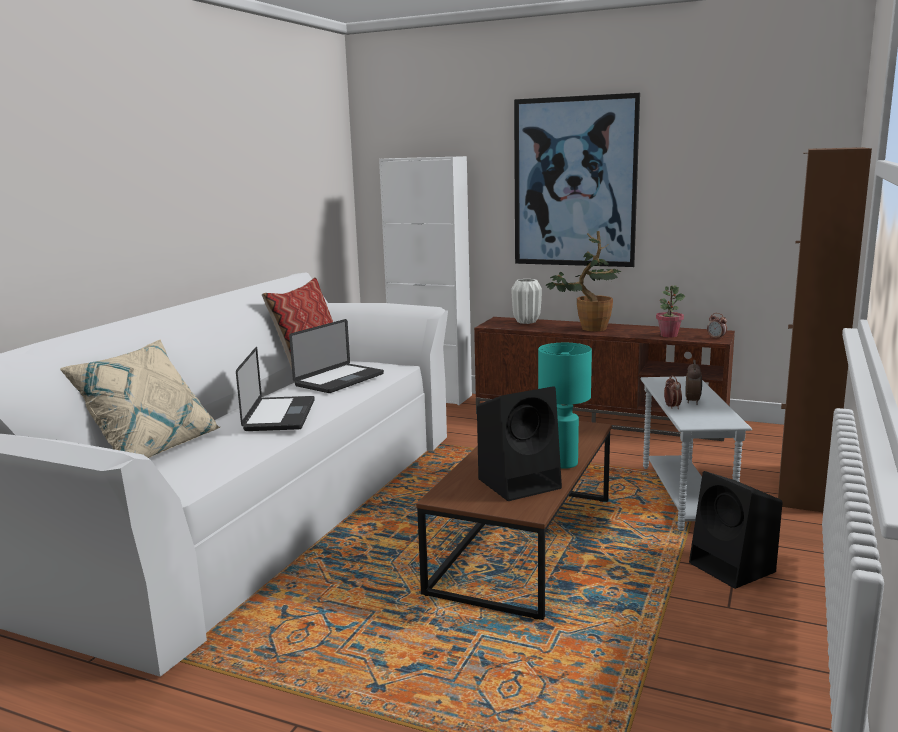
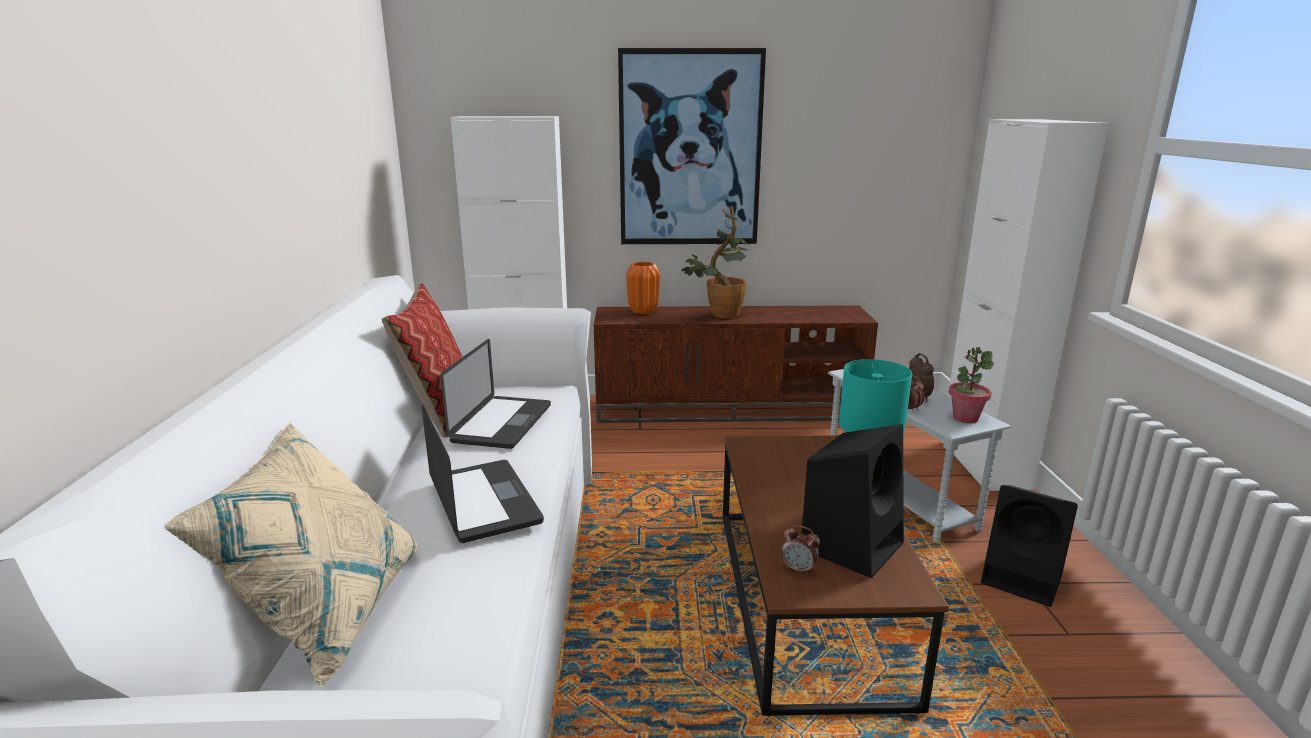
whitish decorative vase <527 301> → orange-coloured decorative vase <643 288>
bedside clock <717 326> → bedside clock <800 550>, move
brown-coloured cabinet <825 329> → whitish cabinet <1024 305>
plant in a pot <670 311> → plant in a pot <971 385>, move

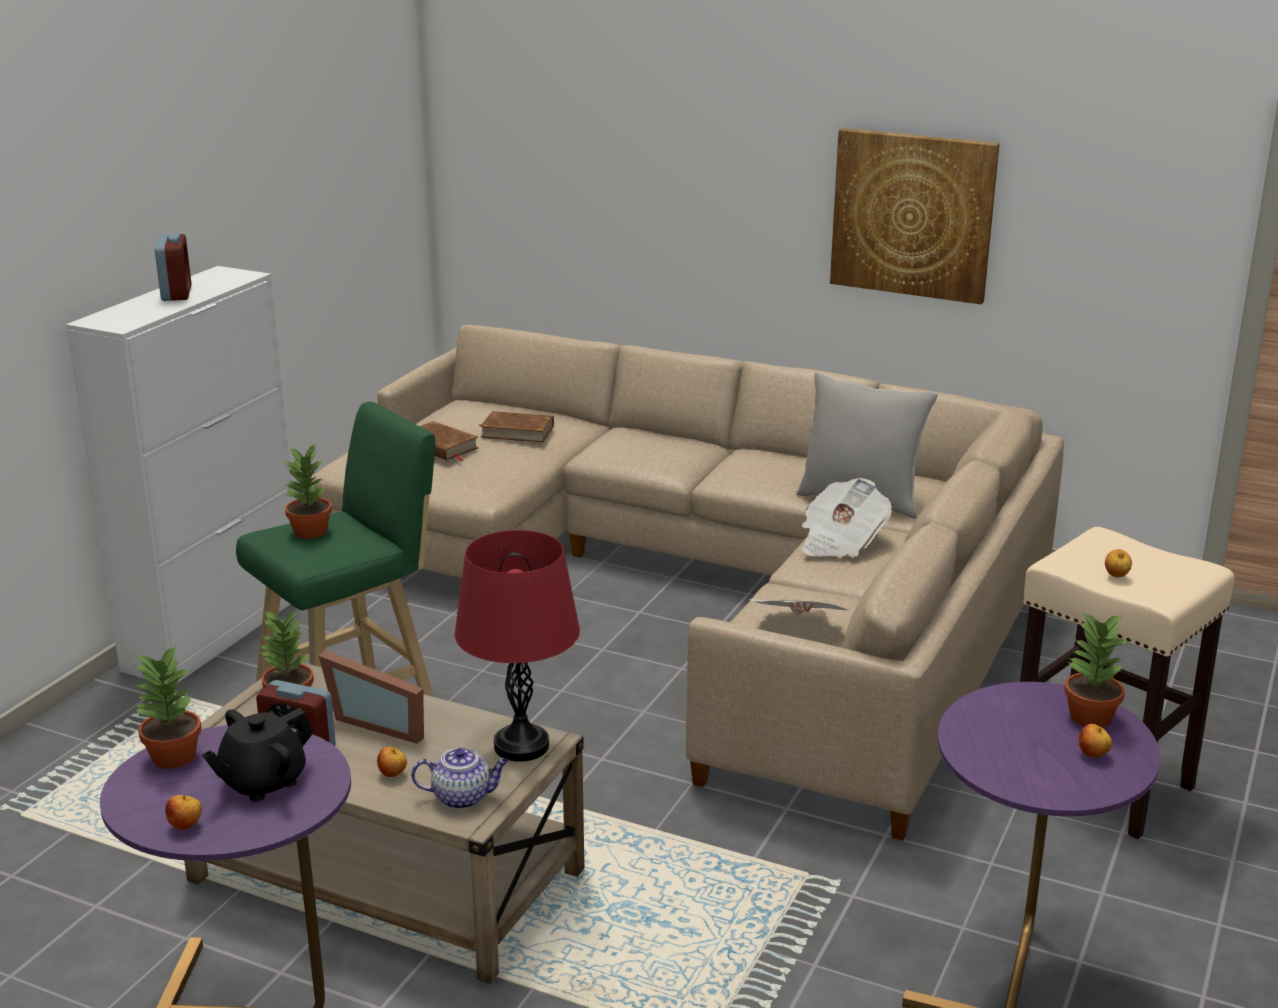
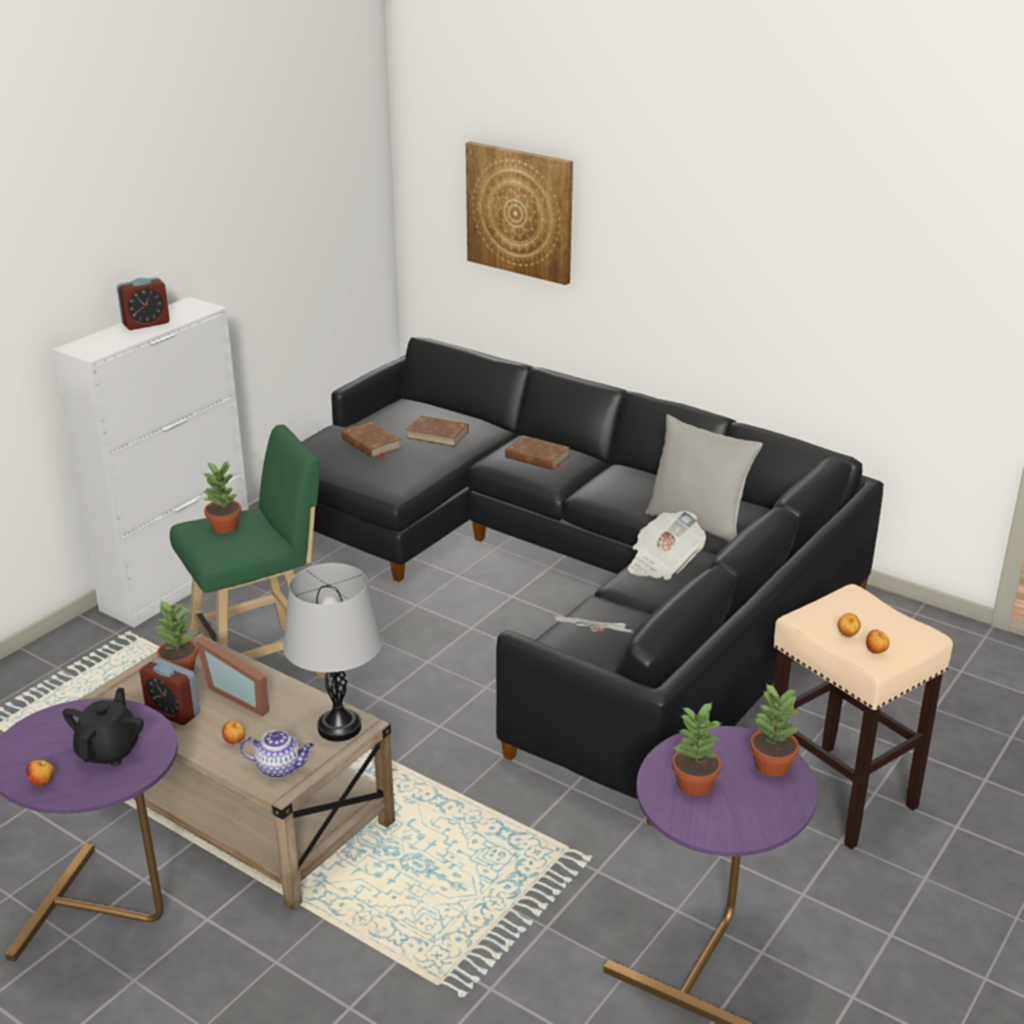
blackish pot for tea <258 755> → blackish pot for tea <103 727>, 135 degrees clockwise
bedside clock <173 267> → bedside clock <143 303>, 60 degrees clockwise
red-coloured lamp for a table <517 646> → gray lamp for a table <332 652>
beige-coloured settee <687 583> → blackish settee <592 582>
wall art <915 216> → wall art <519 213>, move
- → brown-coloured bound book <537 452>
plant in a pot <168 707> → plant in a pot <697 749>, move
whole apple <1095 740> → whole apple <878 642>, move

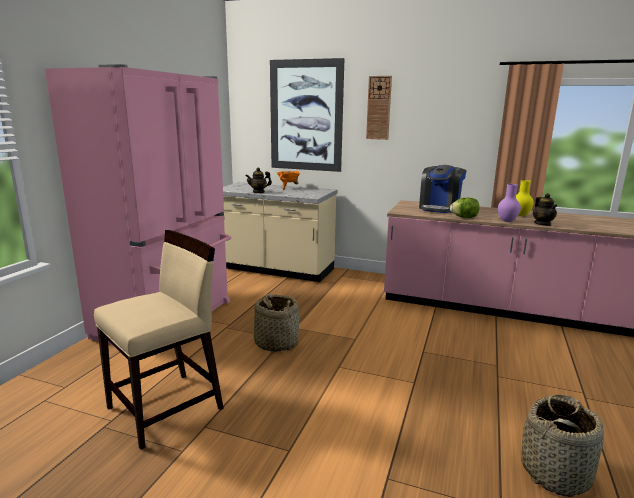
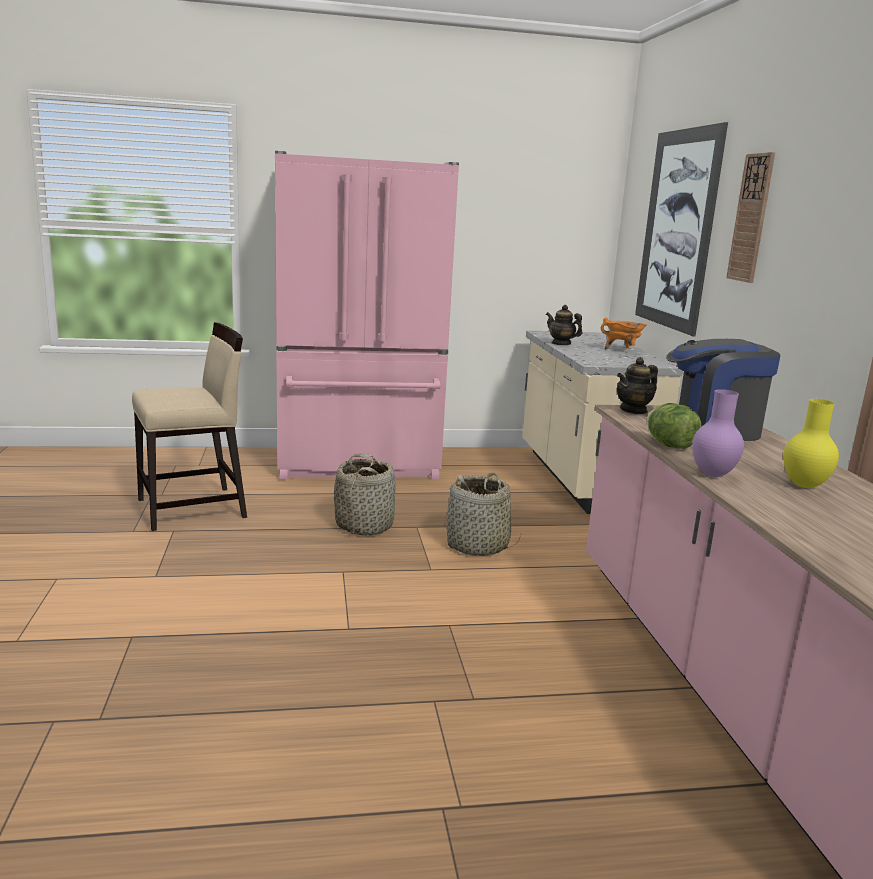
beige-coloured chair <159 340> → beige-coloured chair <189 426>, 45 degrees counterclockwise
basket <562 445> → basket <482 514>, move
pot for tea <545 209> → pot for tea <637 385>, move

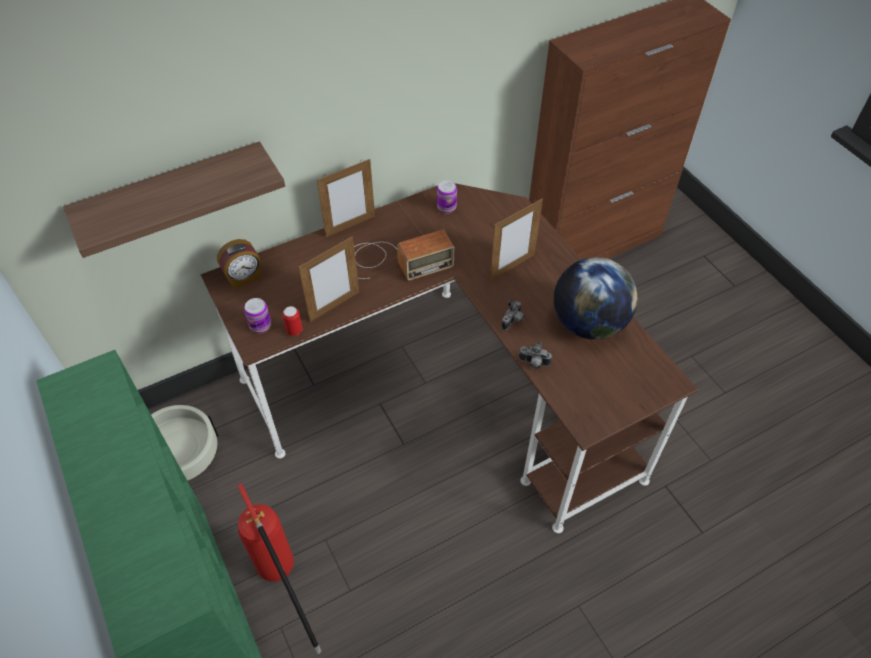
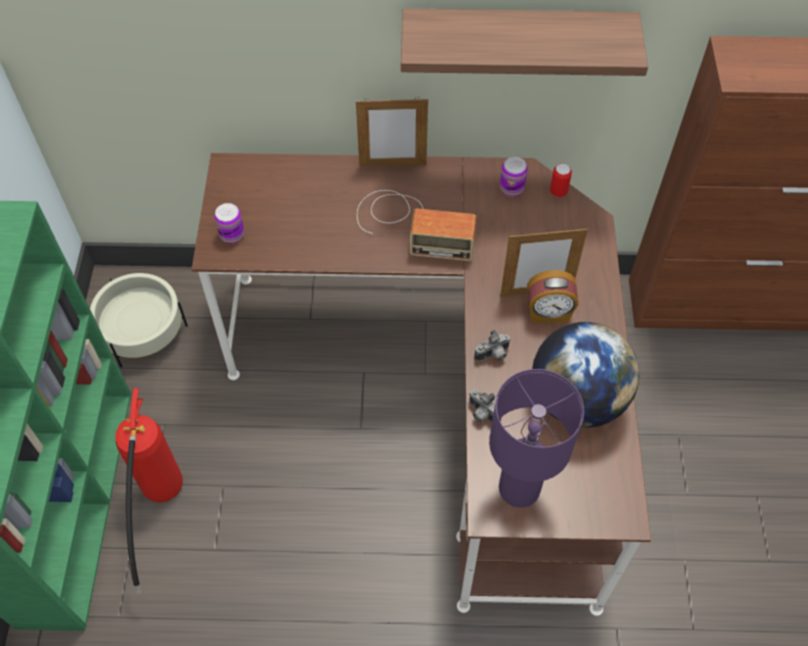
bracket shelf <174 199> → bracket shelf <524 42>, move
- → purple-coloured lamp for a table <536 438>
bedside clock <239 264> → bedside clock <552 296>, move
sealed can <292 321> → sealed can <561 180>, move
standing frame <328 279> → -

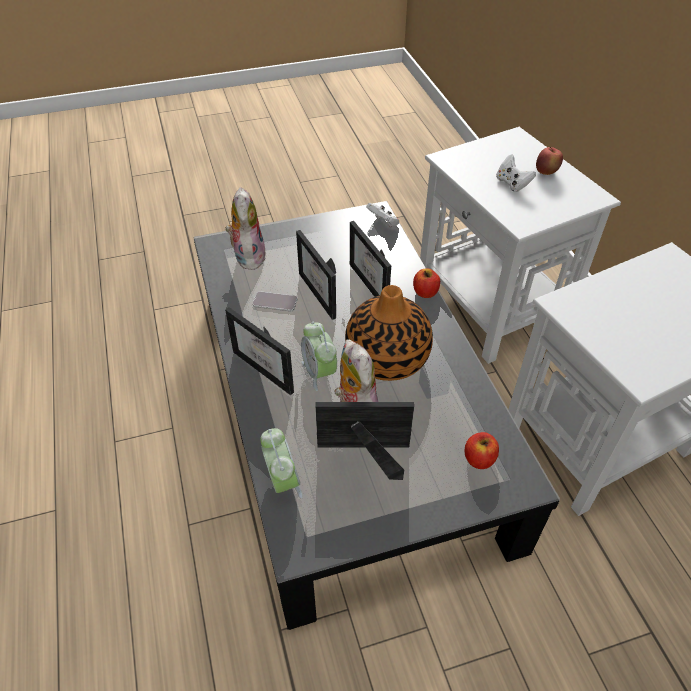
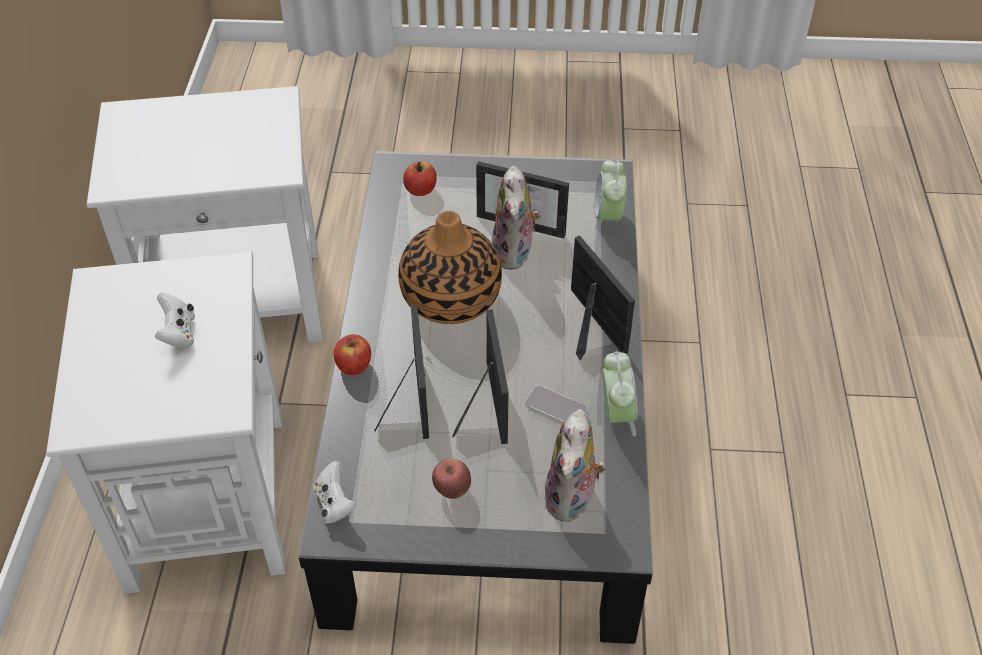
whole apple <549 161> → whole apple <451 478>, move
bedside clock <319 356> → bedside clock <620 394>, move

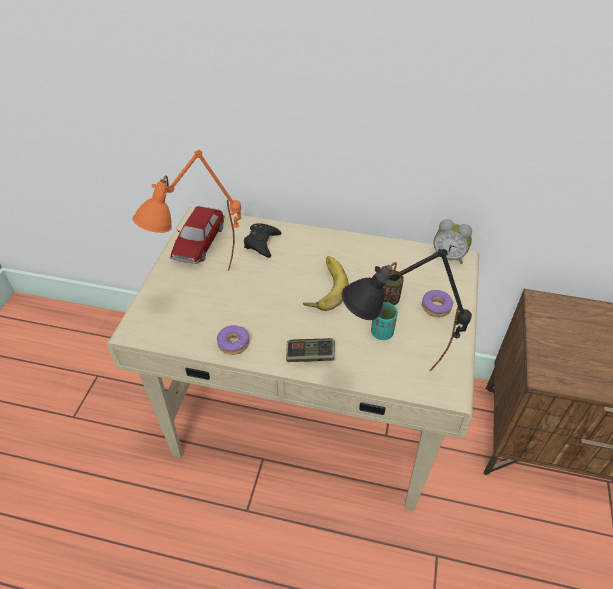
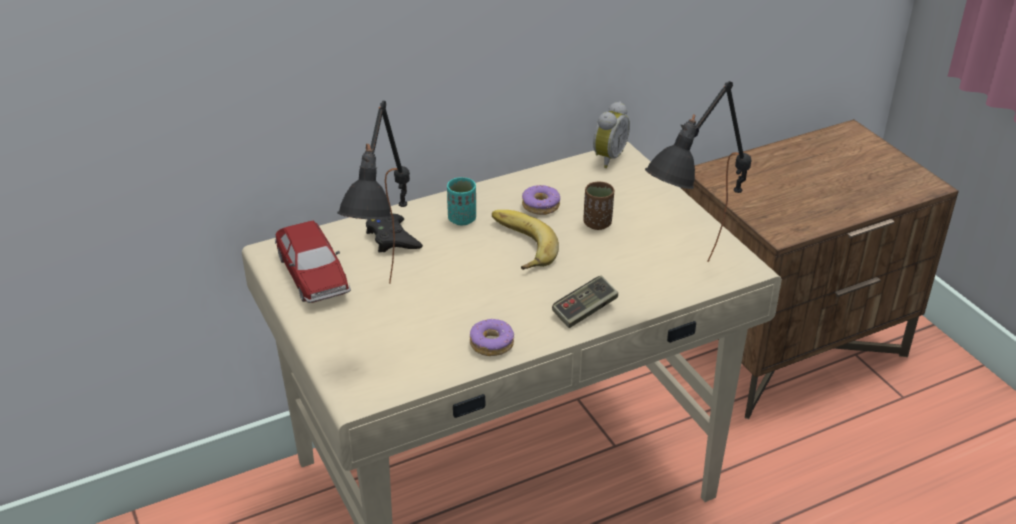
orange-coloured lamp for a table <186 210> → blackish lamp for a table <373 192>
blue-green small cup <384 321> → blue-green small cup <461 201>, move
doughnut <438 303> → doughnut <541 200>, move
bedside clock <452 241> → bedside clock <611 134>, 45 degrees counterclockwise

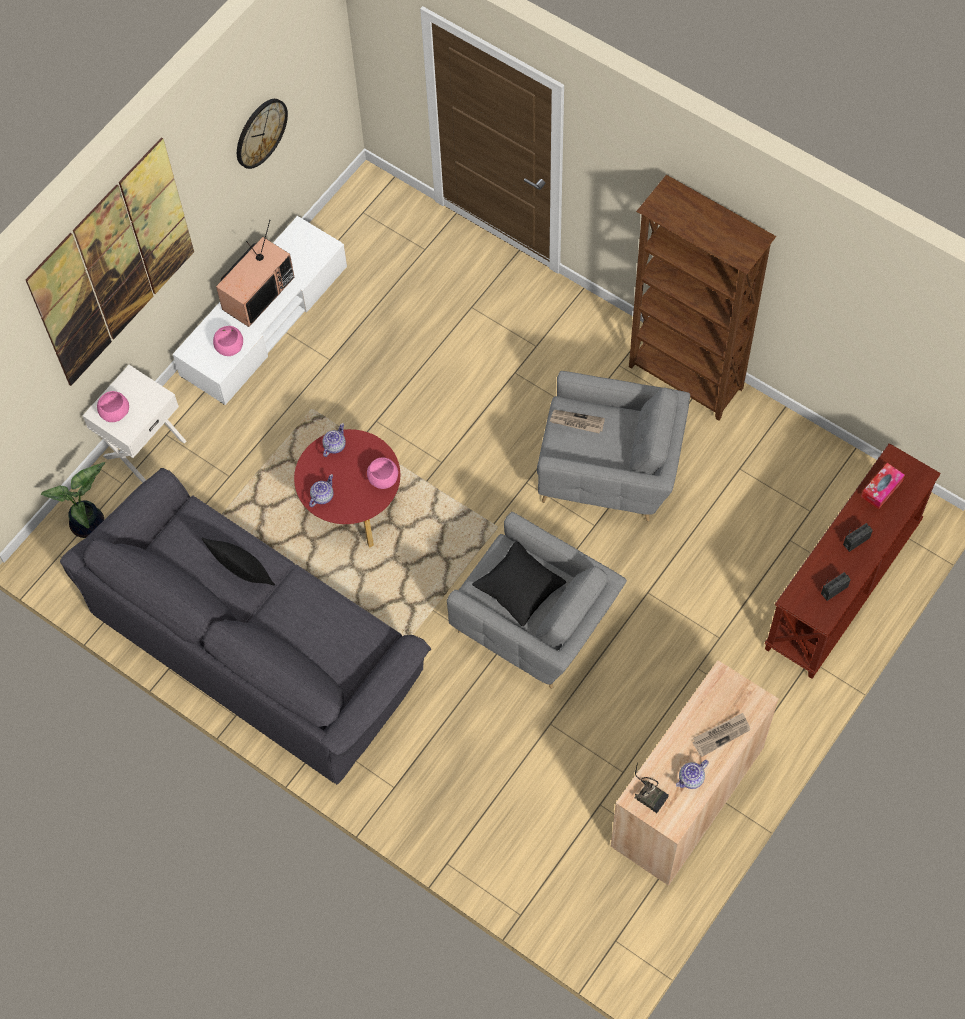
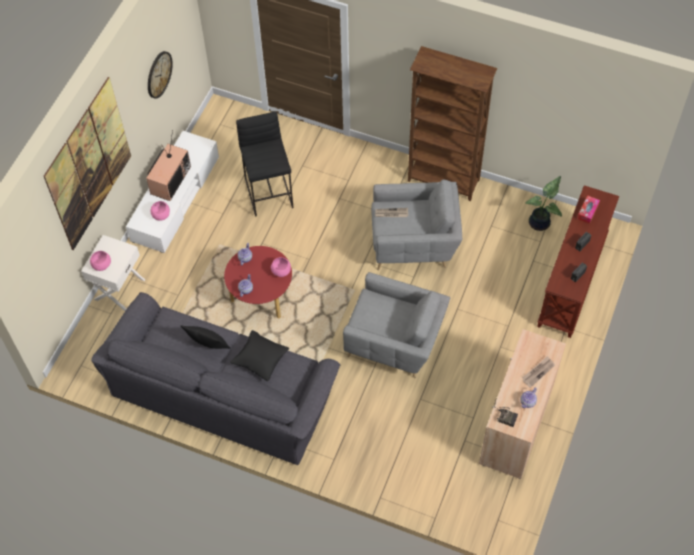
blackish cushion <519 583> → blackish cushion <259 355>, move
- → blackish stool <264 164>
plant in a pot <73 500> → plant in a pot <543 203>, move

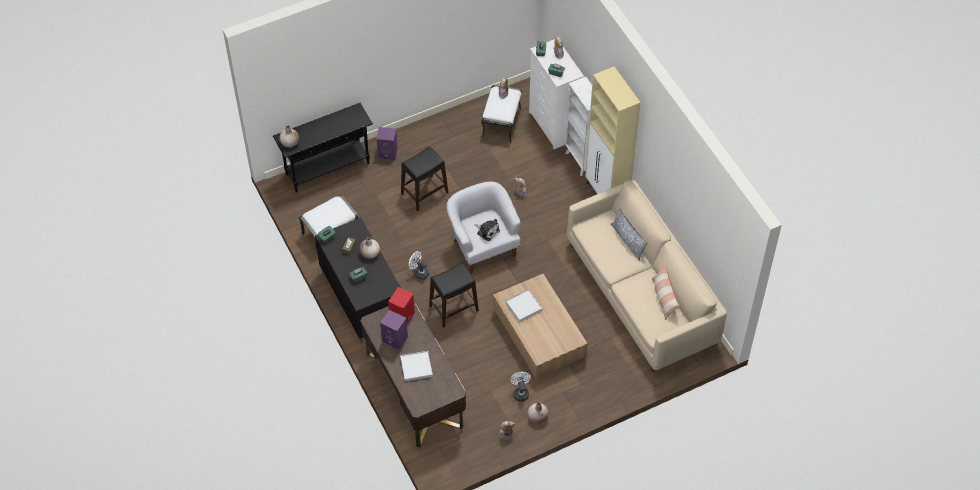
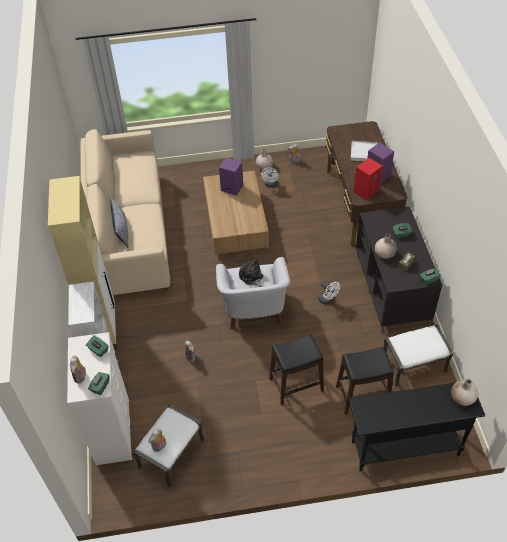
purple-coloured speaker <386 143> → purple-coloured speaker <231 177>, move
blackish stool <454 295> → blackish stool <365 381>, move
whitish tray <524 305> → -
cushion <666 292> → -

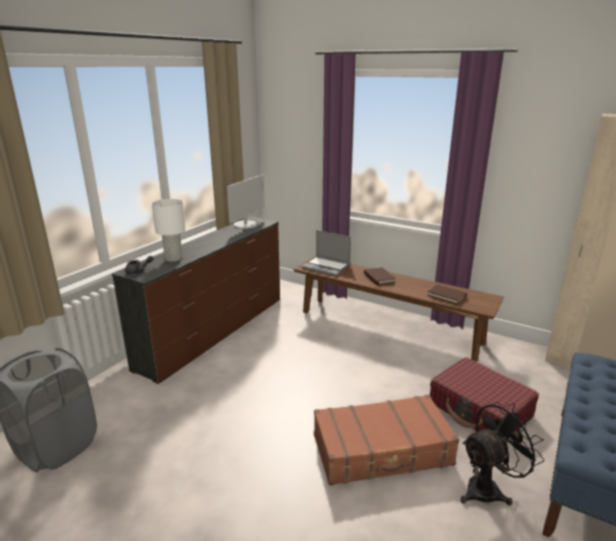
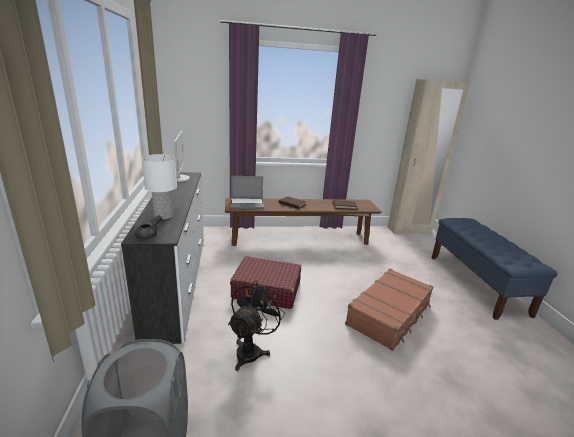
brown-coloured drawer chest <196 300> → whitish drawer chest <162 258>
blackish fan <502 454> → blackish fan <256 325>, move
red-coloured piece of luggage <484 397> → red-coloured piece of luggage <265 282>, move

